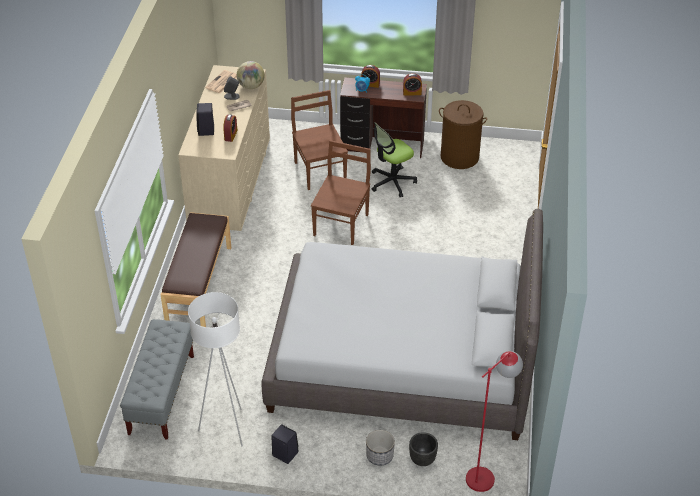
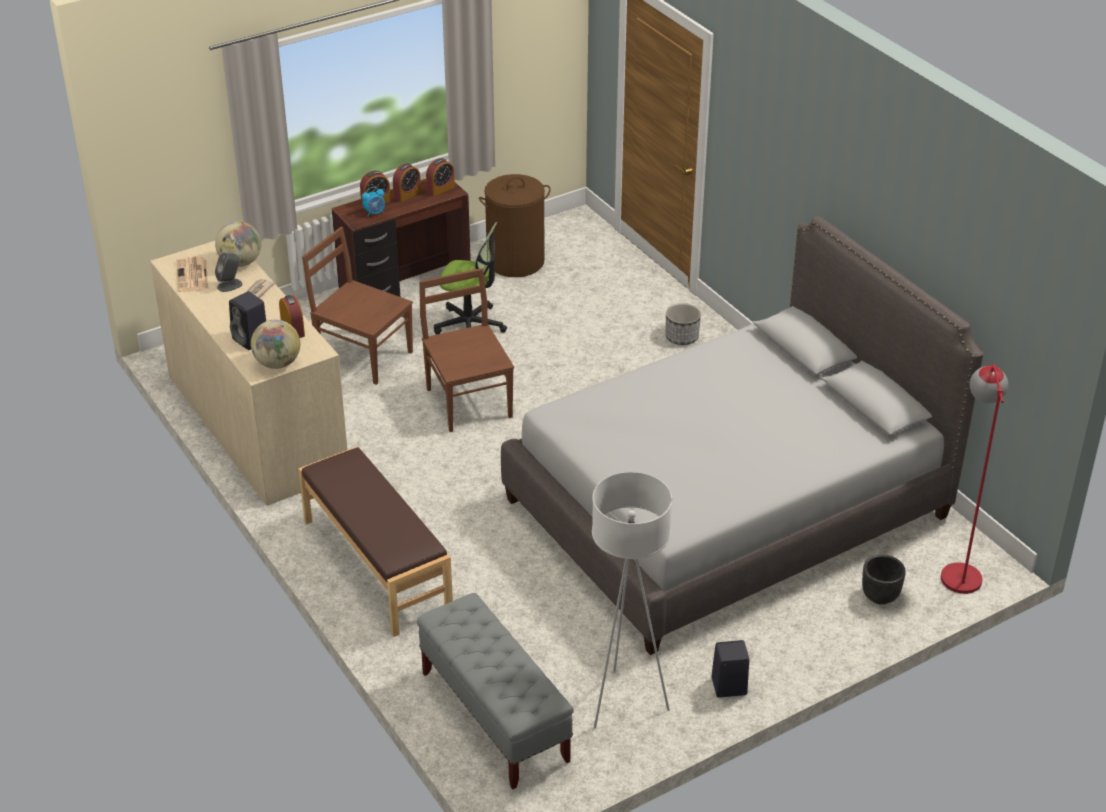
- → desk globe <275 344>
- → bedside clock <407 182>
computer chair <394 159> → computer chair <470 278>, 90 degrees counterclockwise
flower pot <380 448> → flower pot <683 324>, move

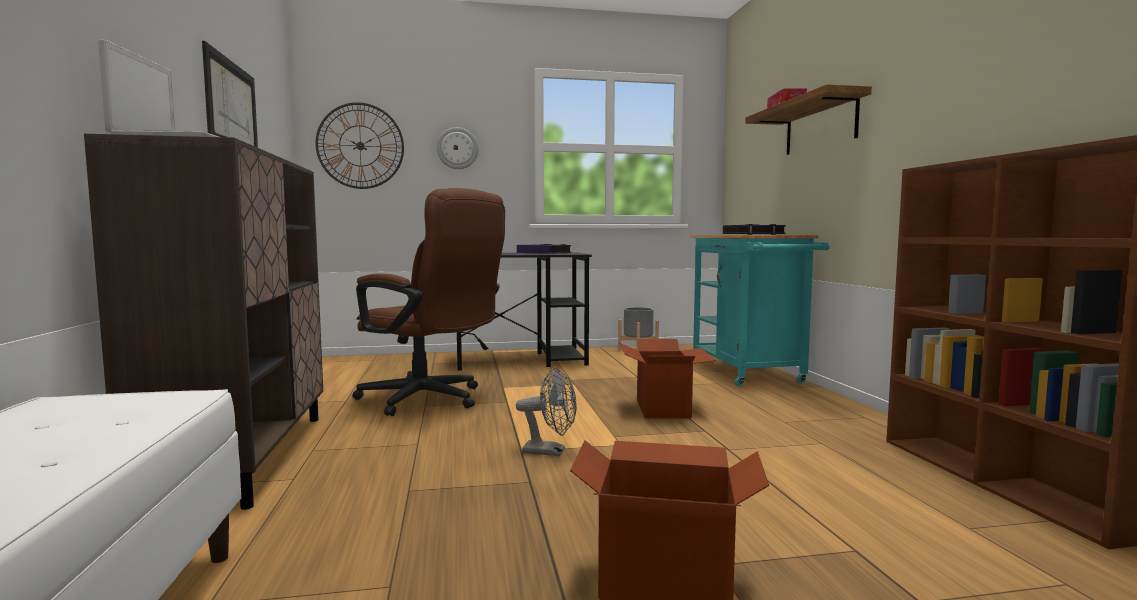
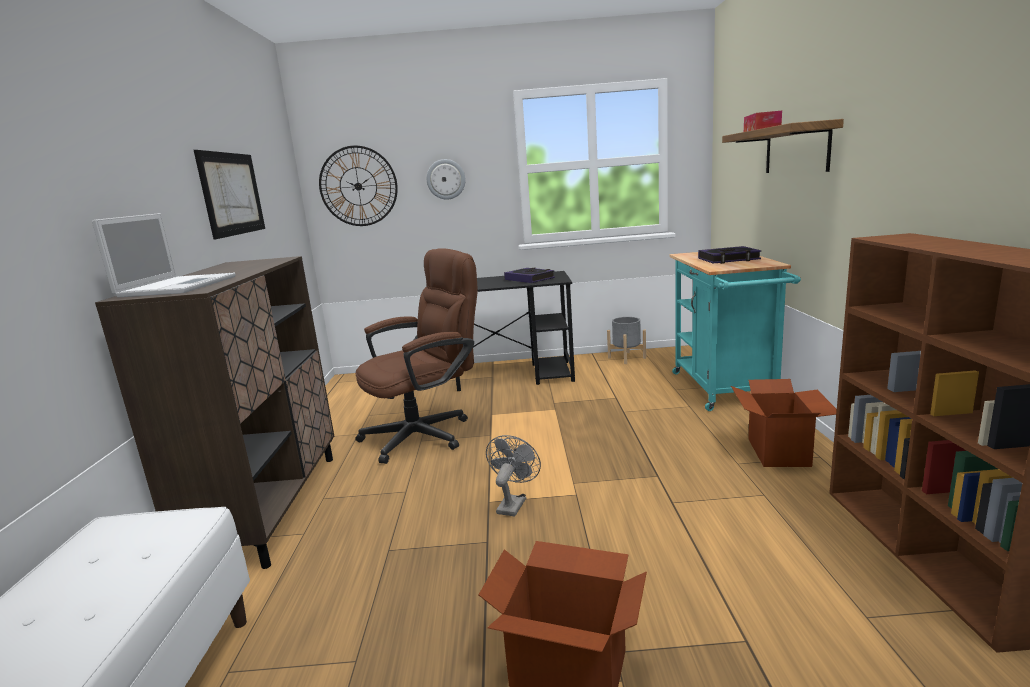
brown-coloured computer chair <428 302> → brown-coloured computer chair <416 356>, 75 degrees counterclockwise
gray fan <546 411> → gray fan <513 476>, 90 degrees counterclockwise
packing box <667 379> → packing box <784 423>, move

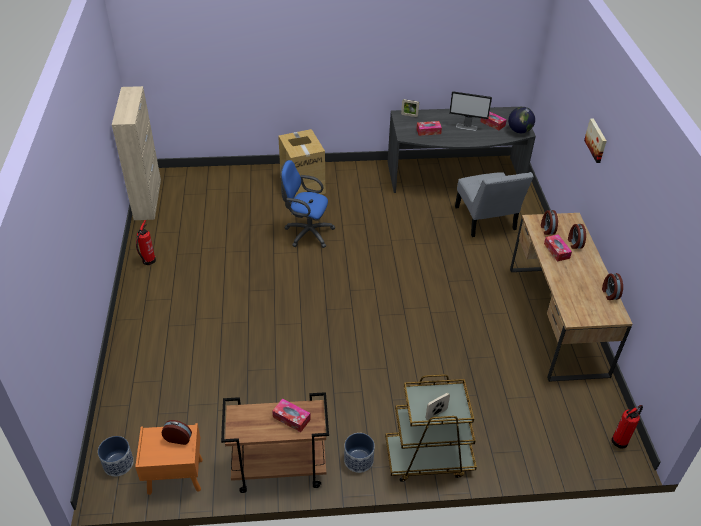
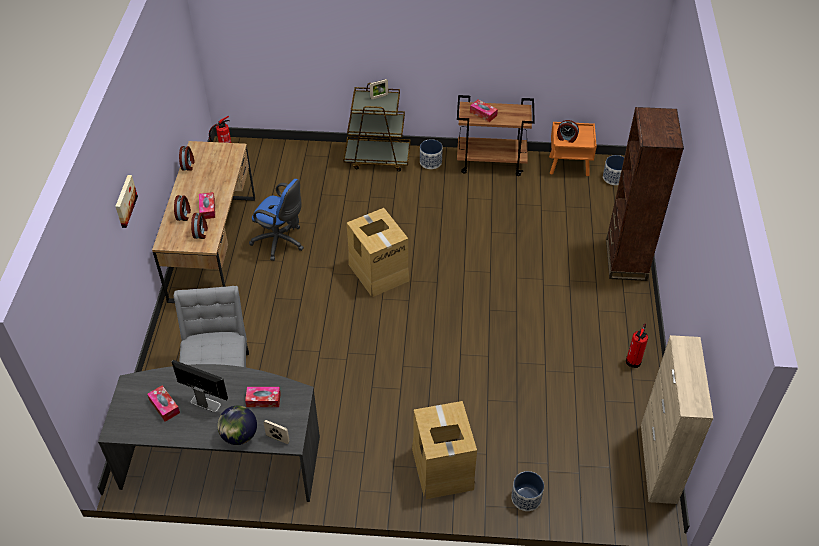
desk globe <521 120> → desk globe <237 425>, move
bluish computer chair <307 204> → bluish computer chair <276 220>, move
- → packing box <378 252>
- → flower pot <527 491>
- → brown-coloured bookcase <645 194>

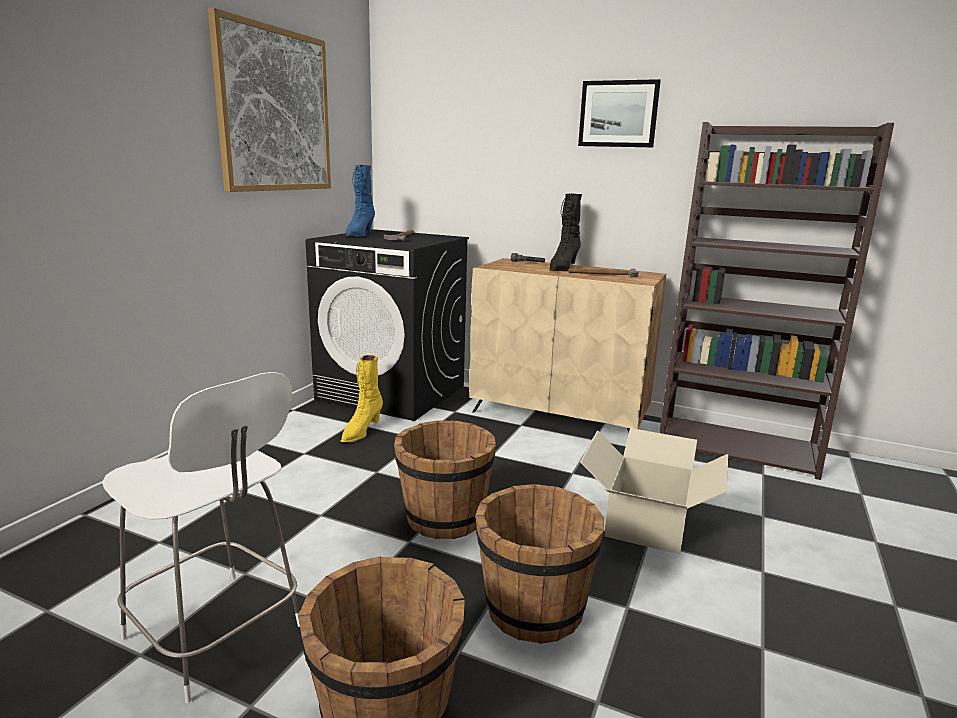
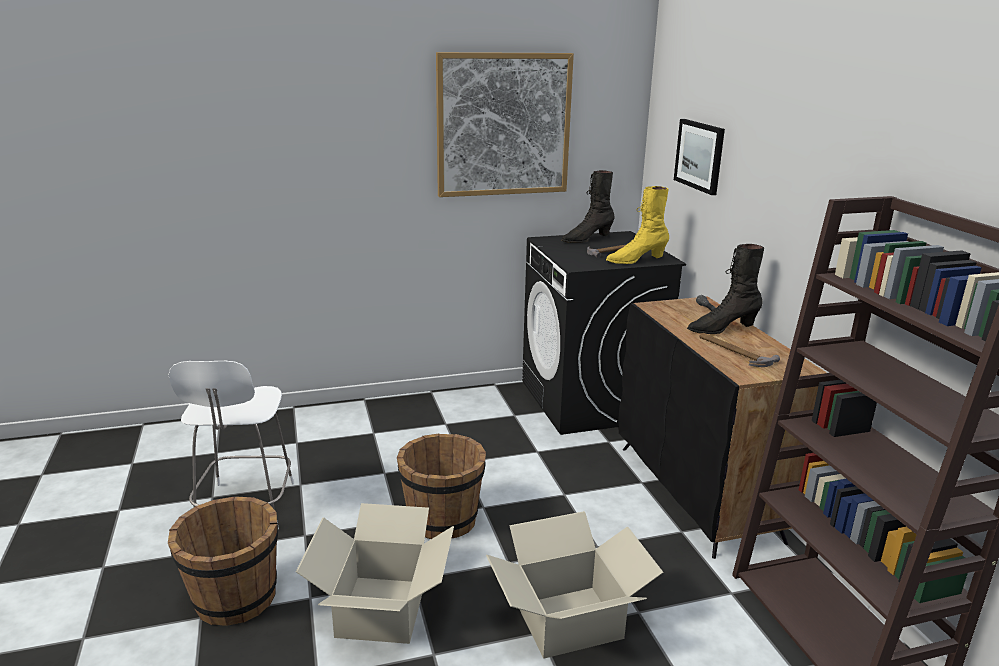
brown-coloured water bucket <539 564> → packing box <375 573>
bluish tall boot <360 201> → blackish tall boot <587 206>
yellow-coloured tall boot <362 399> → yellow-coloured tall boot <637 225>, move
beige-coloured cabinet <567 345> → blackish cabinet <722 427>
wall art <619 113> → wall art <699 157>, move

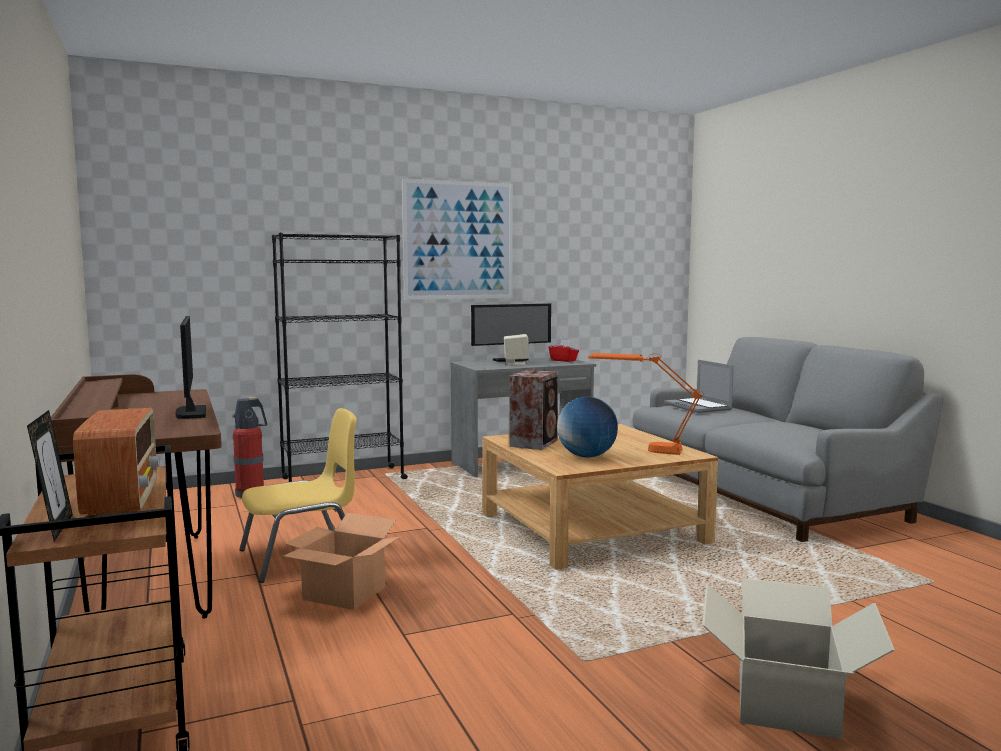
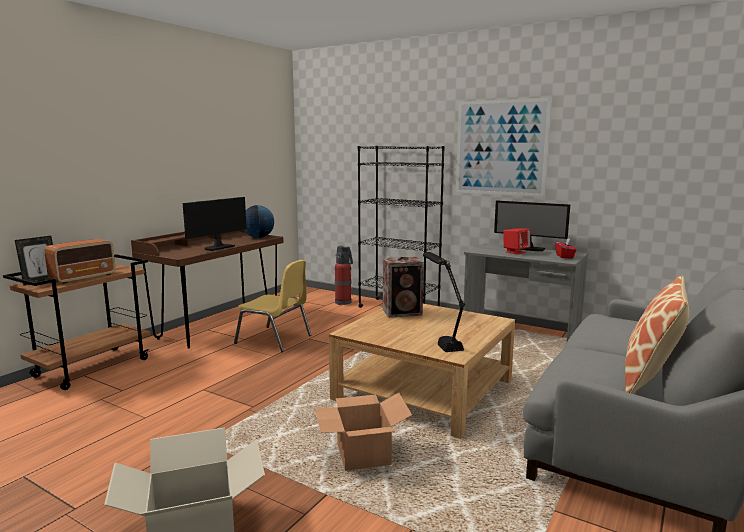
desk globe <587 427> → desk globe <259 221>, move
packing box <341 561> → packing box <363 432>, move
orange-coloured lamp for a table <646 404> → blackish lamp for a table <444 302>
beige-coloured speaker <517 349> → red-coloured speaker <517 241>
- → cushion <657 334>
portable computer <699 386> → -

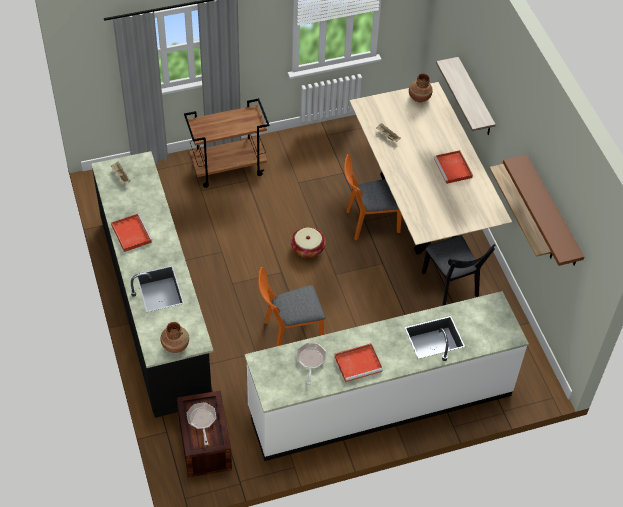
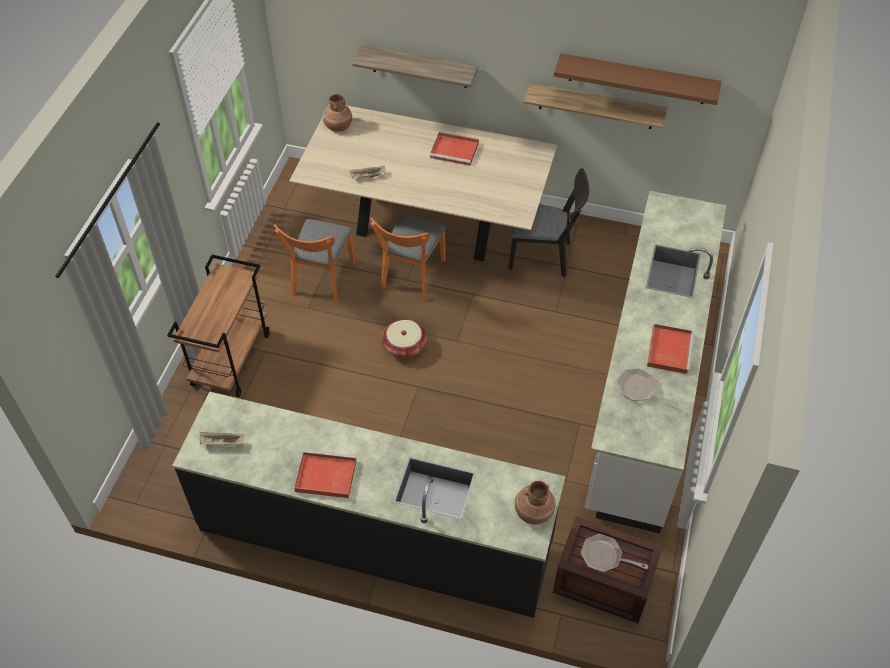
orange-coloured chair <292 306> → orange-coloured chair <314 261>, move

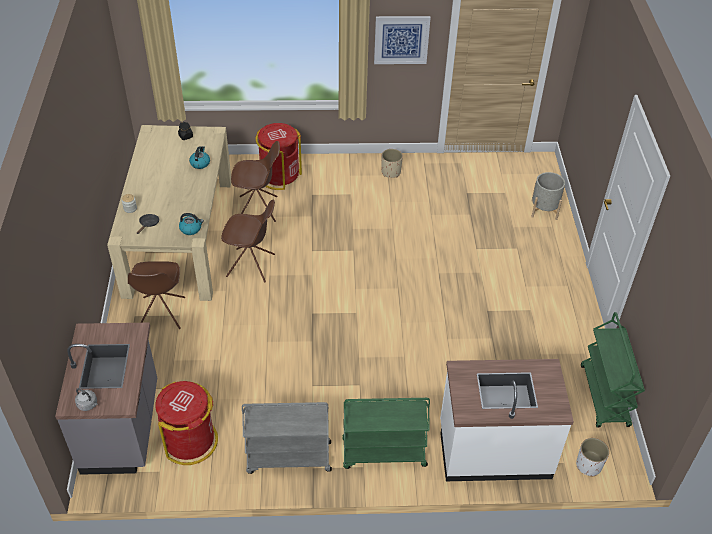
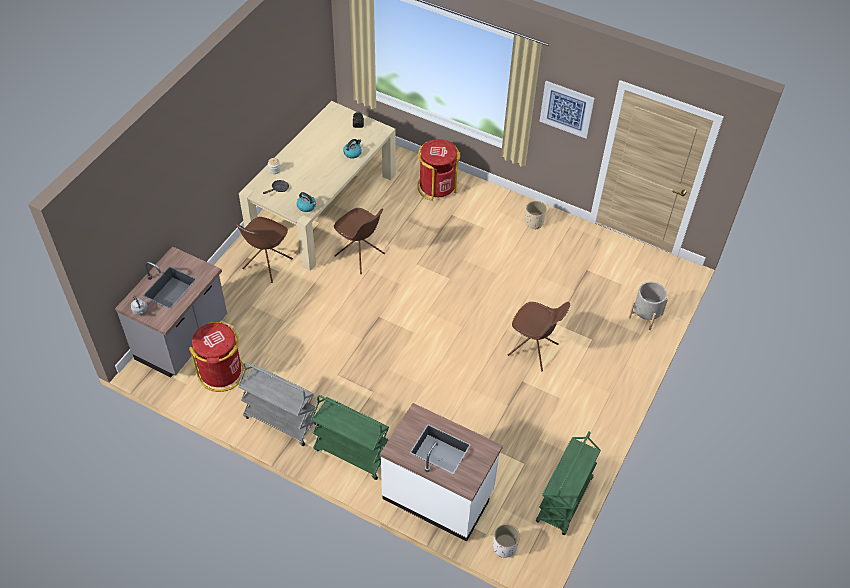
brown-coloured chair <255 181> → brown-coloured chair <539 336>, move

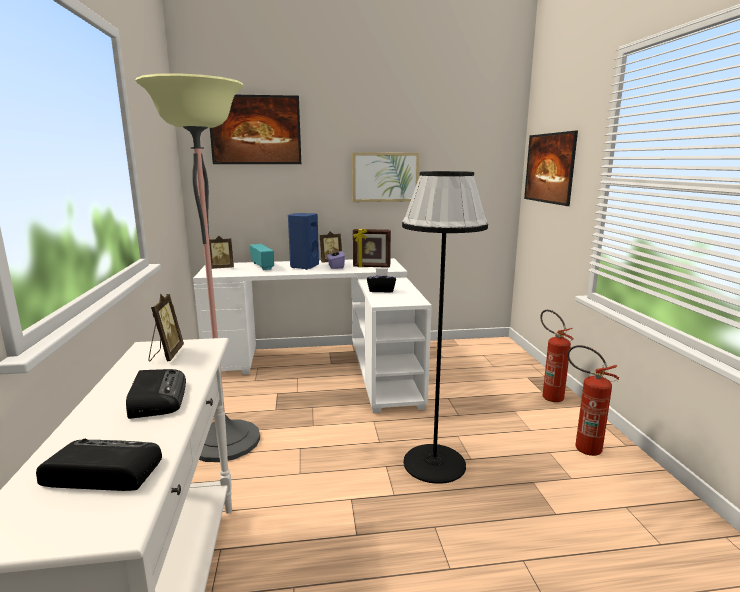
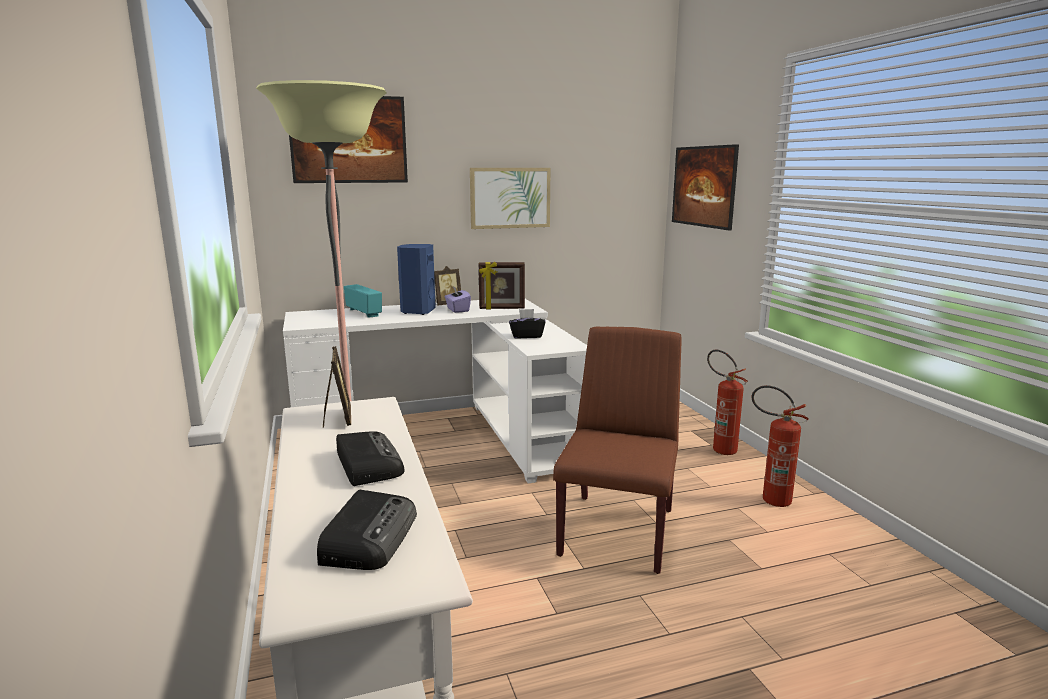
radio receiver <99 465> → radio receiver <367 530>, 105 degrees clockwise
blackish floor lamp <445 327> → brown-coloured chair <617 450>
standing frame <221 252> → -

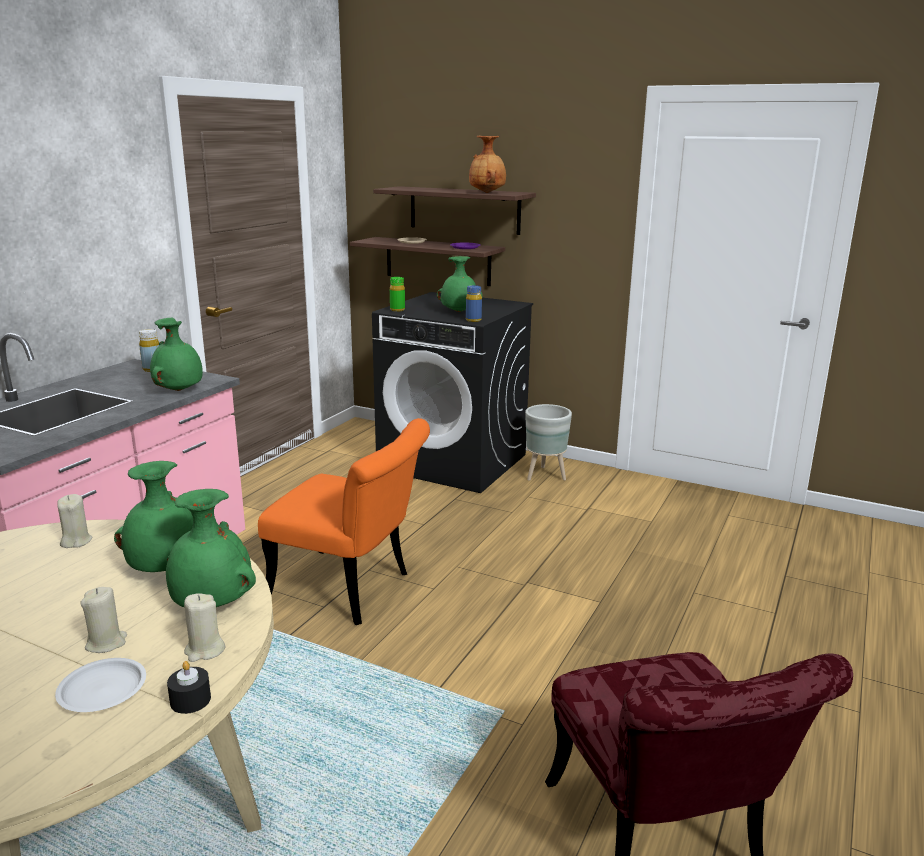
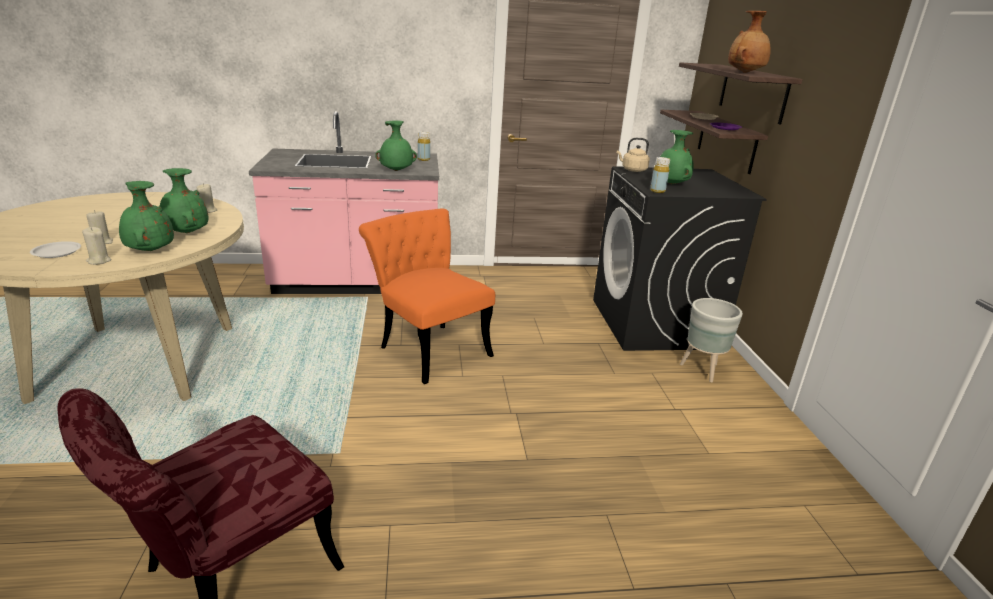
orange-coloured chair <344 521> → orange-coloured chair <427 296>, 150 degrees clockwise
greenish drink bottle <397 294> → beige-coloured water kettle <633 155>
bluish drink bottle <474 303> → yellow-coloured drink bottle <660 175>
blackish candle <189 687> → -

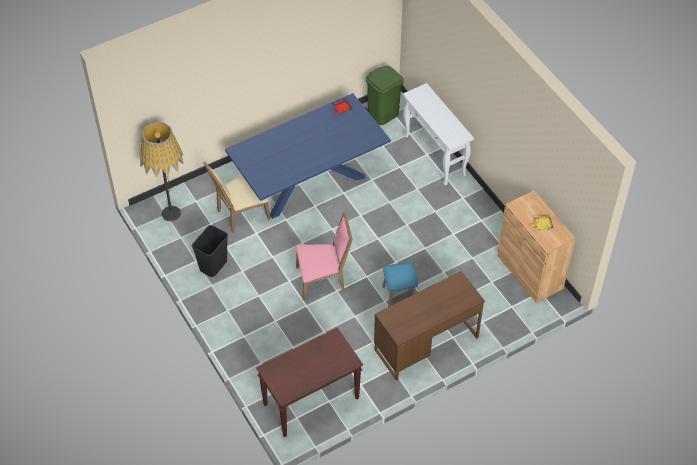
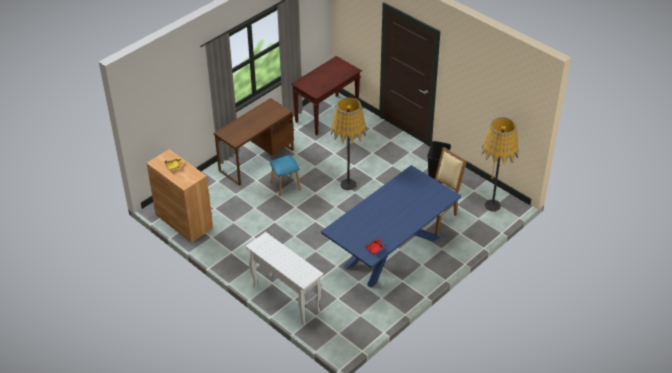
pink-coloured chair <324 255> → floor lamp <348 143>
greenish rubbish bin <384 95> → -

